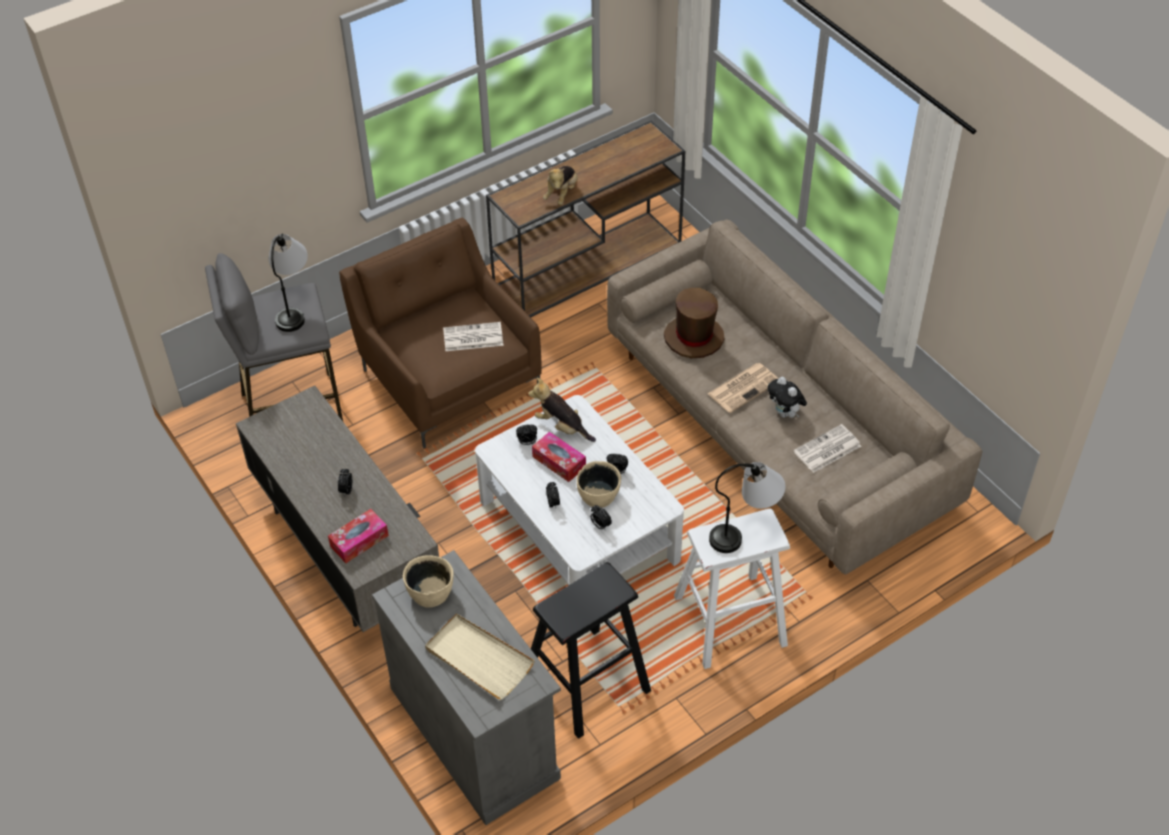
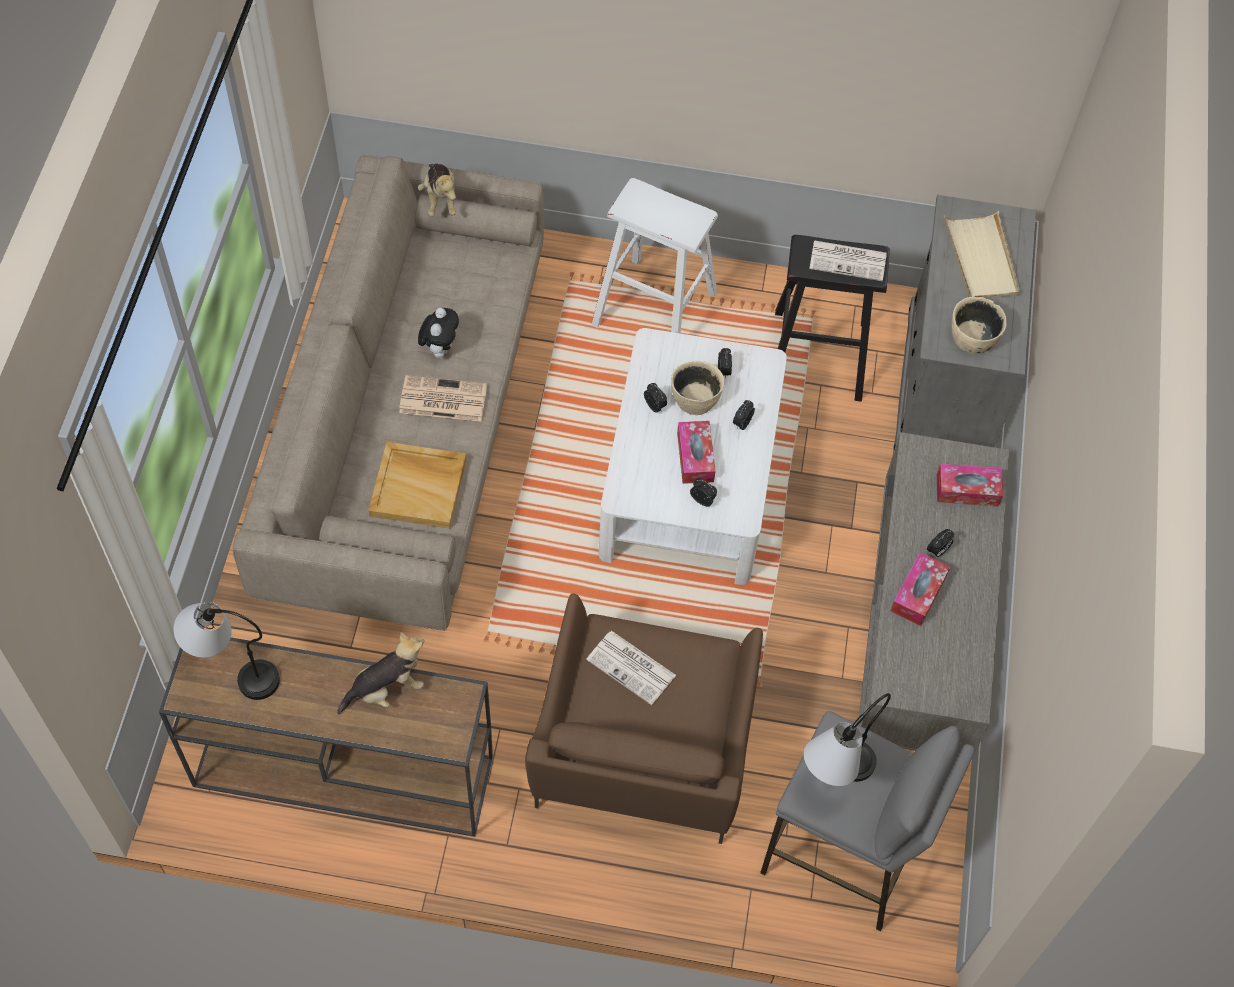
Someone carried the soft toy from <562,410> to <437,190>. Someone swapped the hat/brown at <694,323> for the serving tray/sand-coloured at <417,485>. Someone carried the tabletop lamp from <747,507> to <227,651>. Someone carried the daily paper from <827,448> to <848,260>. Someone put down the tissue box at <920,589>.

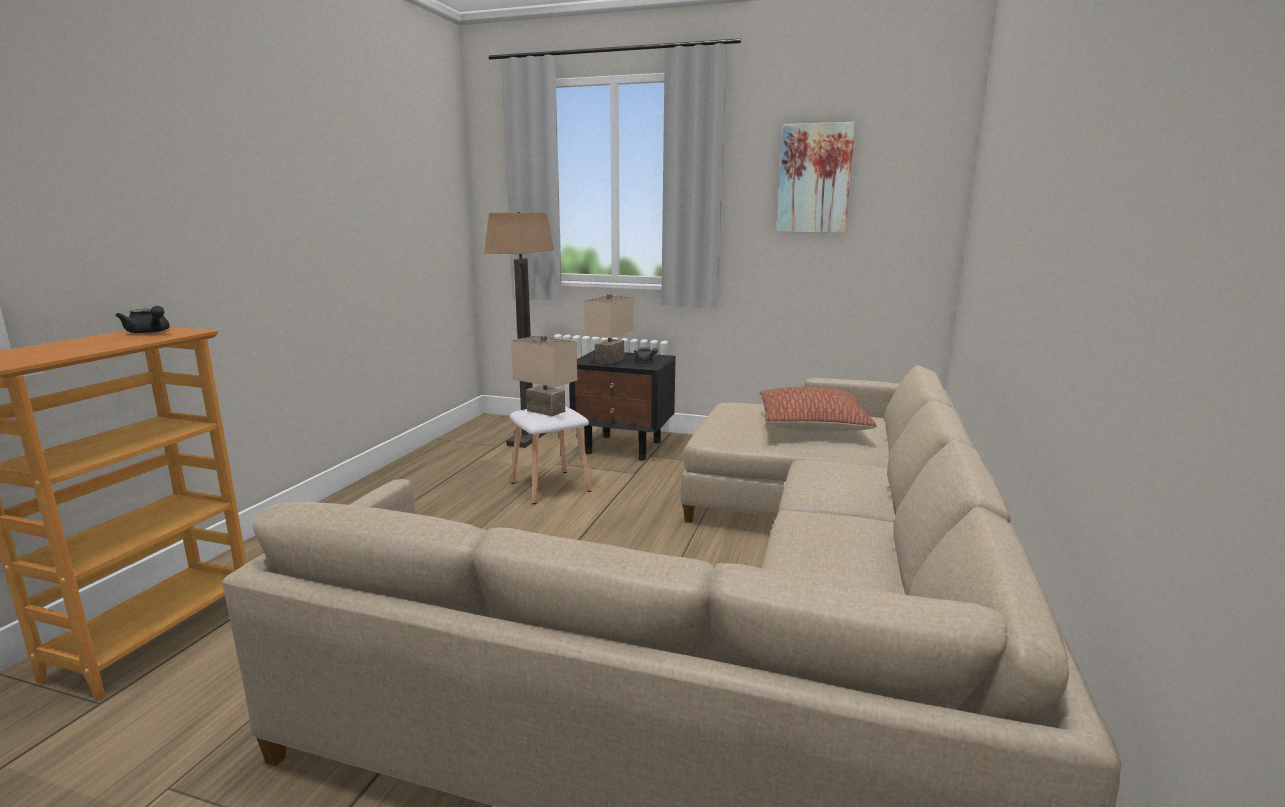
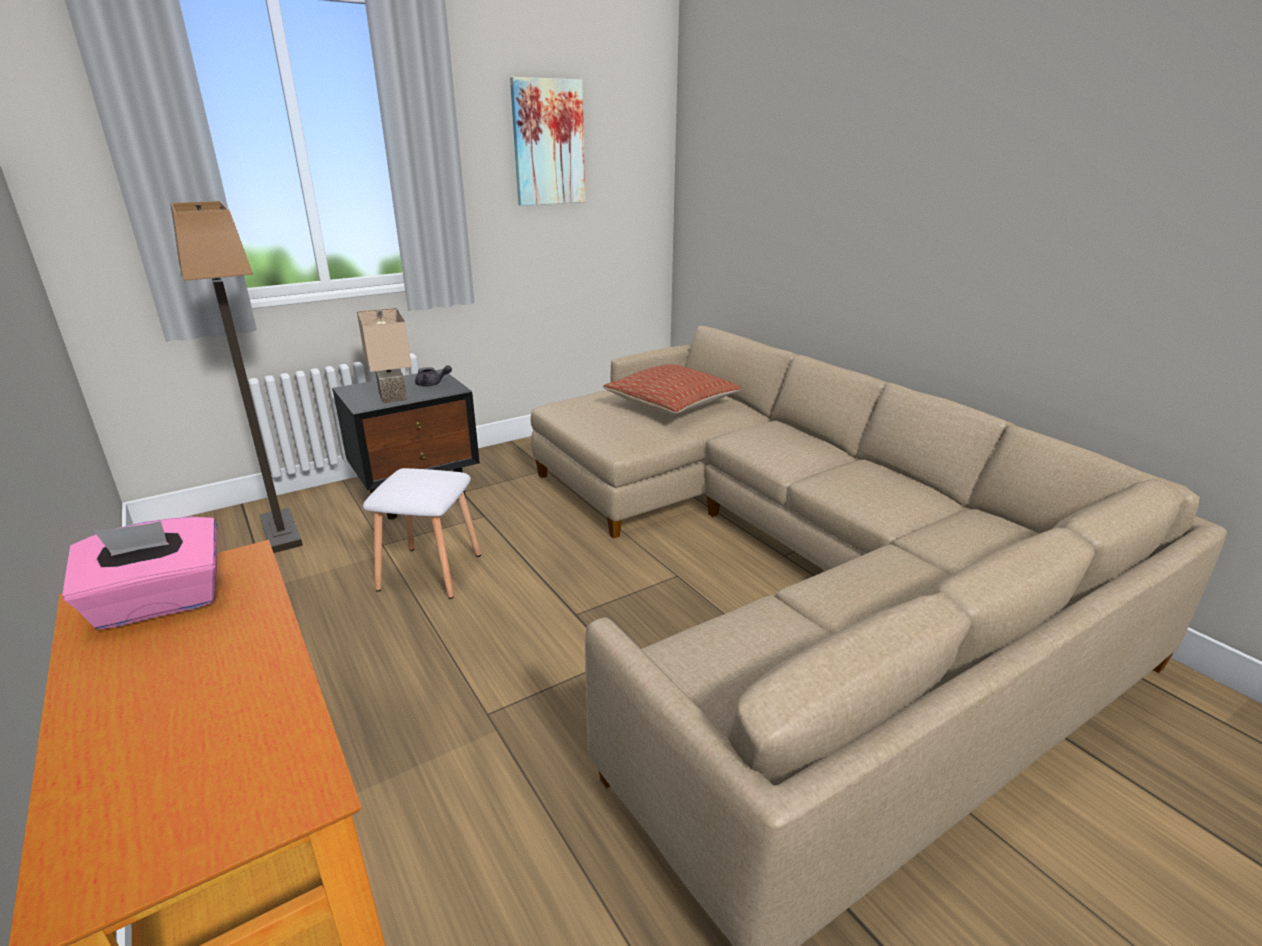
Someone swapped the teapot/black-coloured at <142,320> for the tissue box/pink-coloured at <139,573>. Someone took away the tabletop lamp/sand-coloured at <544,375>.

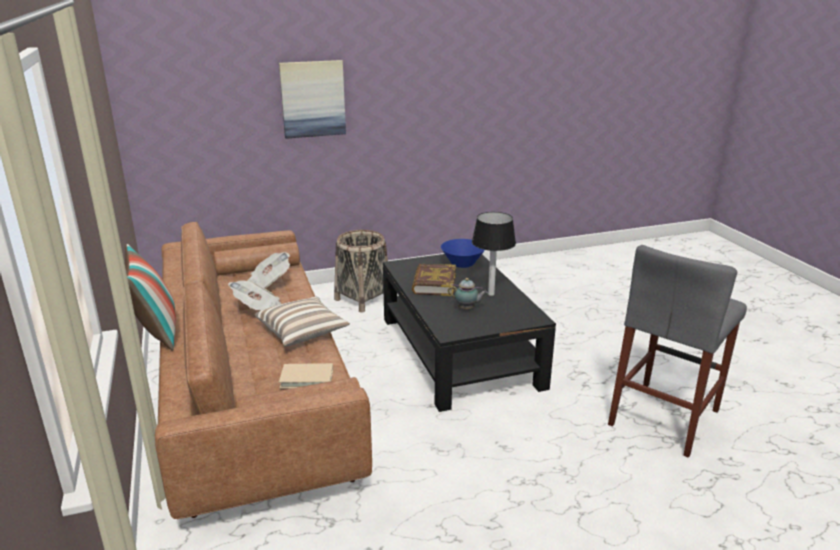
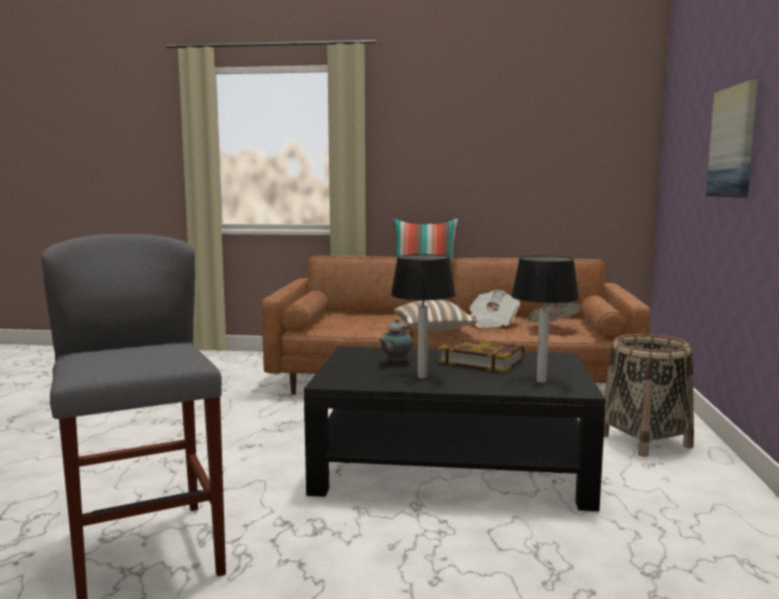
Someone took away the bound book/sand-coloured at <306,376>. Someone swapped the serving bowl/blue-coloured at <463,253> for the tabletop lamp at <545,319>.

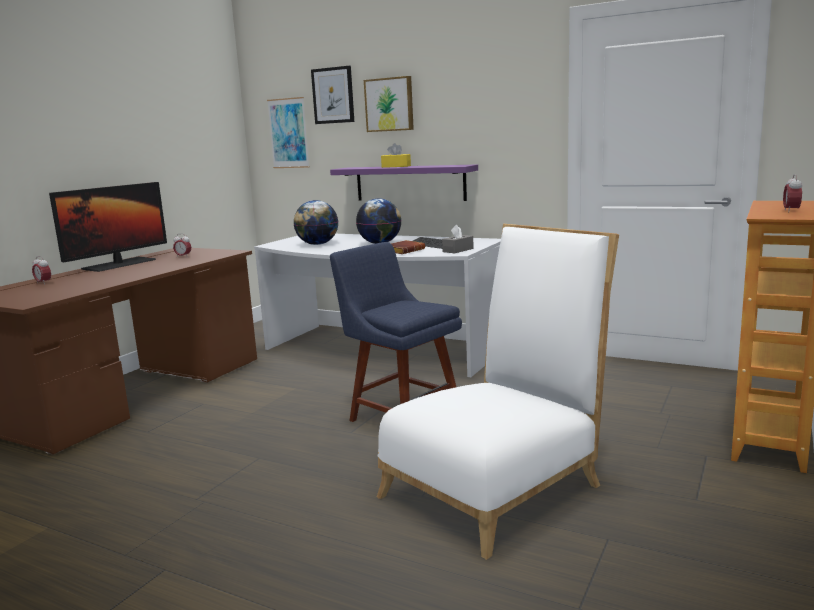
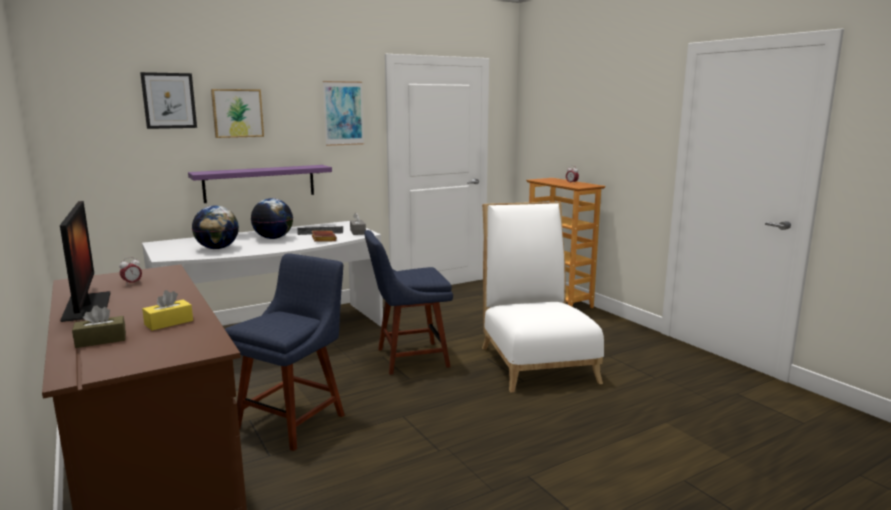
Someone swapped the alarm clock at <41,270> for the tissue box/brown at <99,327>. Someone carried the picture from <288,132> to <343,113>. Someone carried the tissue box/yellow from <396,155> to <167,310>. Someone put down the upright chair/blue-coloured at <285,352>.

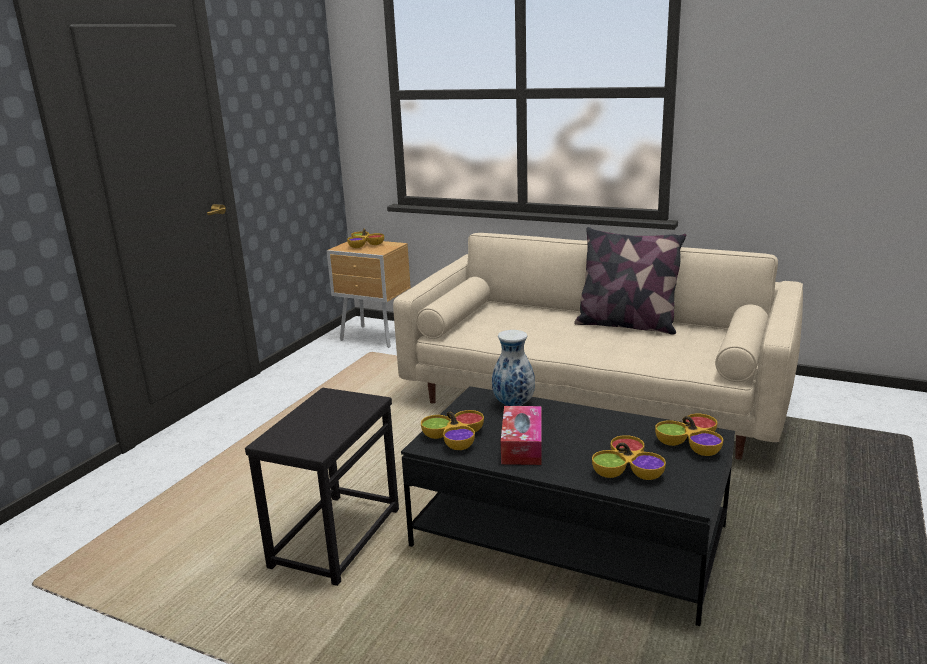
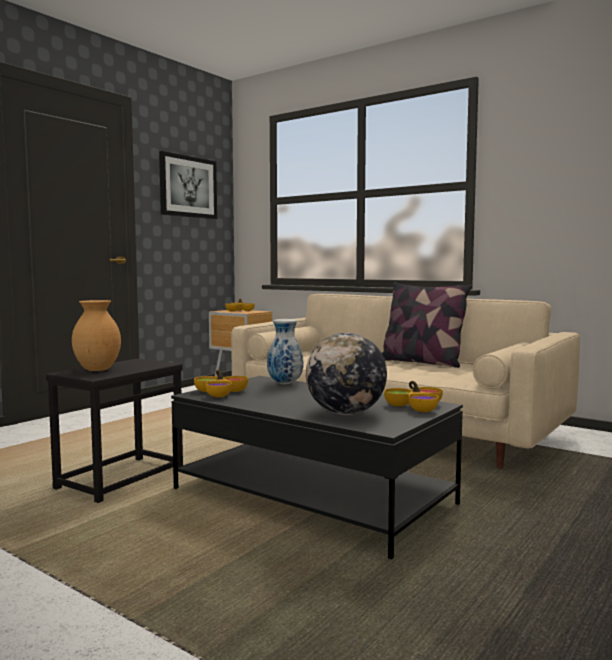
Someone took away the tissue box at <521,435>. Someone swapped the serving bowl at <629,457> for the globe at <346,374>. Someone put down the decorative vase/brown at <96,335>. Someone put up the picture at <188,185>.

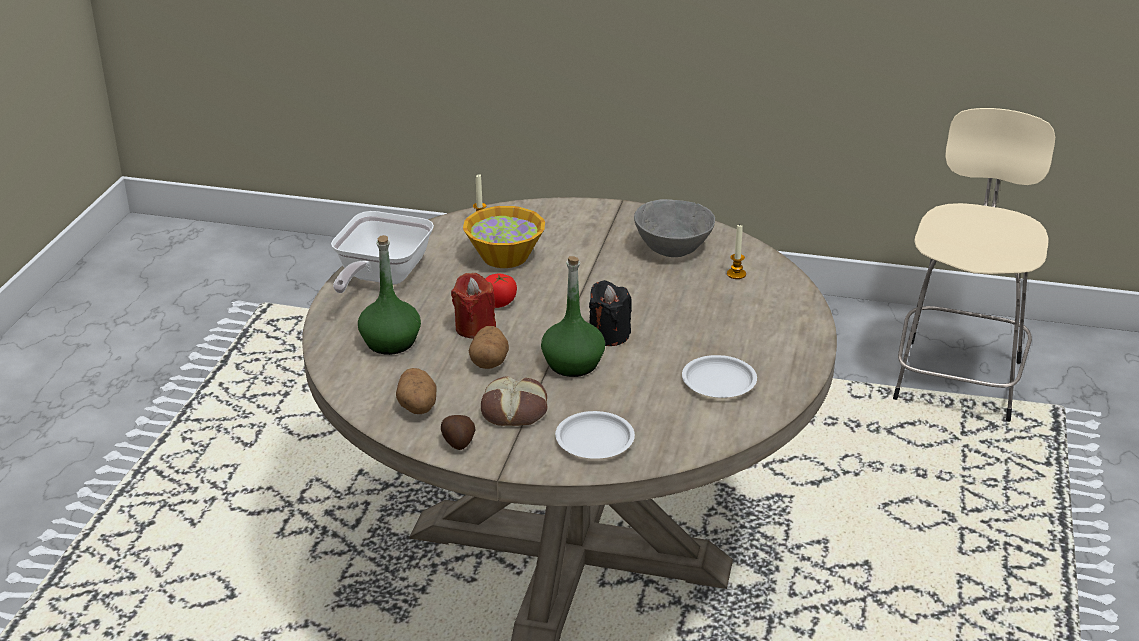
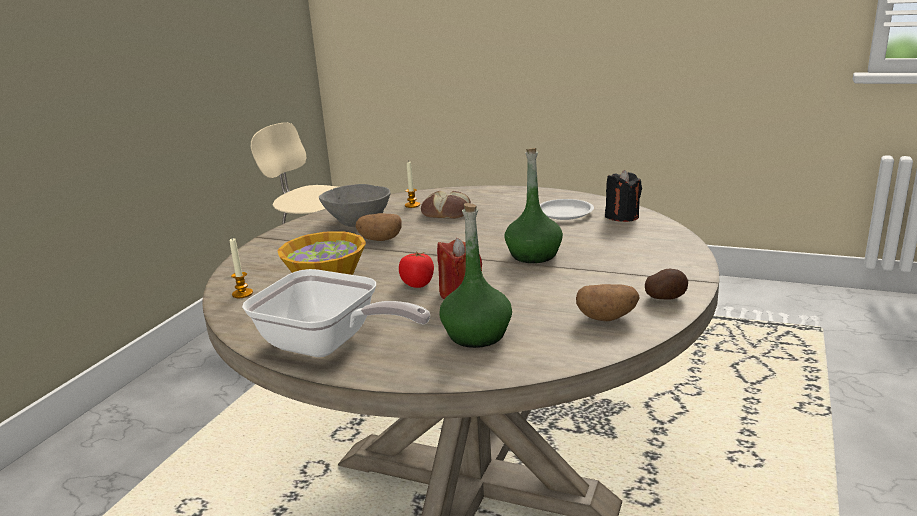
Someone carried the spud from <489,347> to <379,227>. Someone carried the bakery bread from <514,401> to <446,205>. Someone took away the plate/white at <595,435>. Someone carried the wax light/black-coloured from <610,313> to <623,196>.

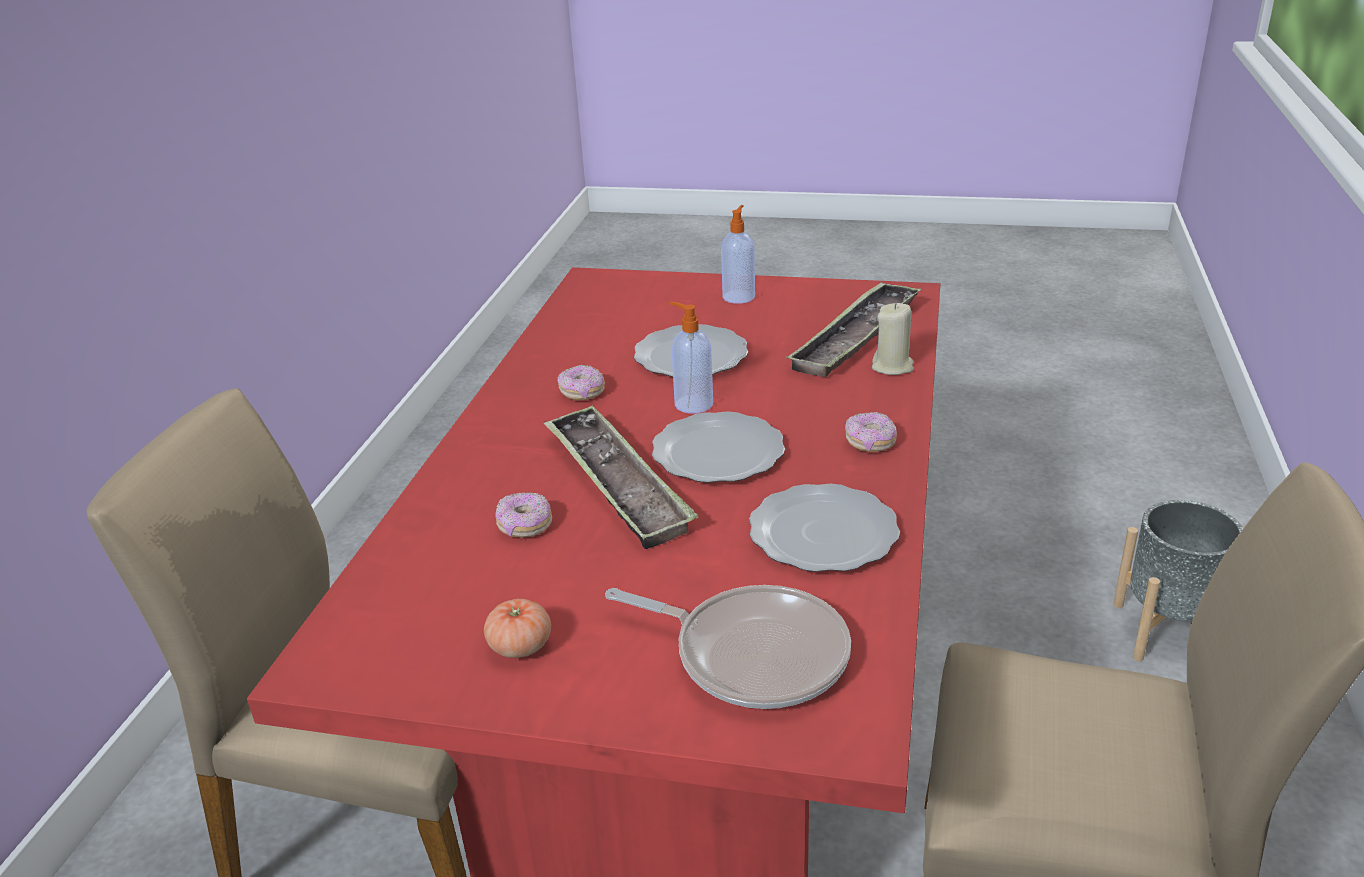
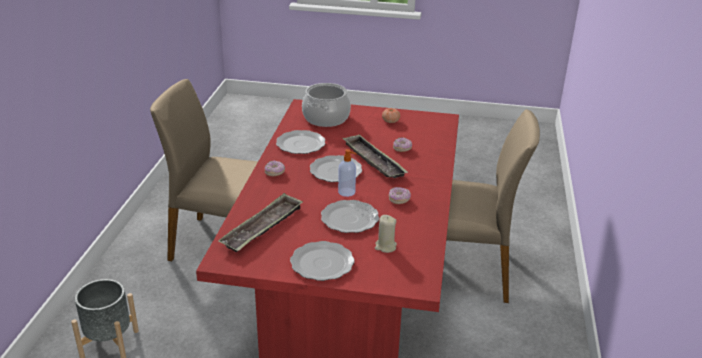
Someone swapped the pan at <728,647> for the saucepot at <326,105>. Someone swapped the soap bottle at <738,254> for the plate at <322,261>. Someone carried the wax light/sand-coloured from <893,339> to <386,234>.

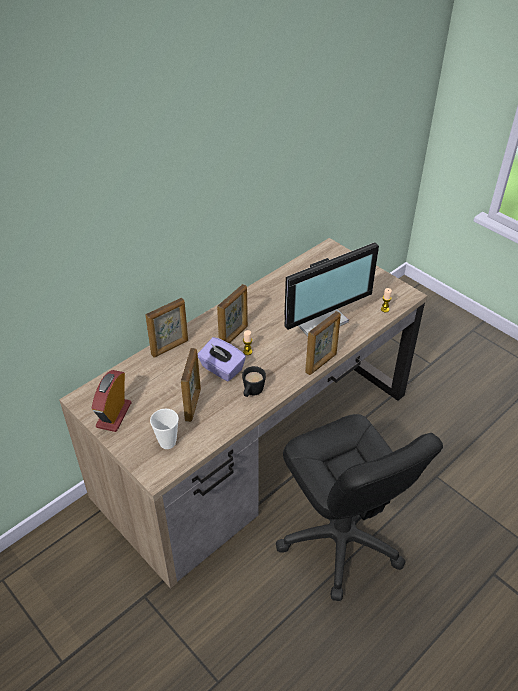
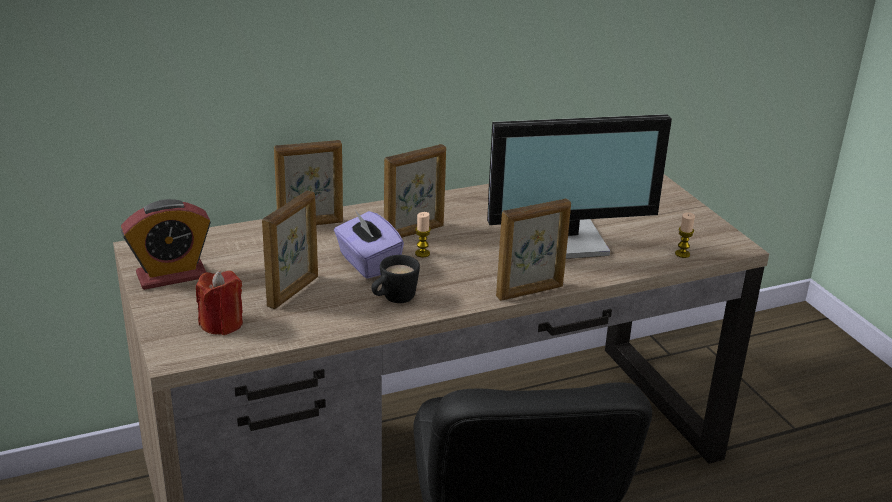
Someone rotated the alarm clock at <111,401> by 150 degrees counterclockwise. Someone swapped the cup at <164,429> for the wax light/red-coloured at <219,303>.

